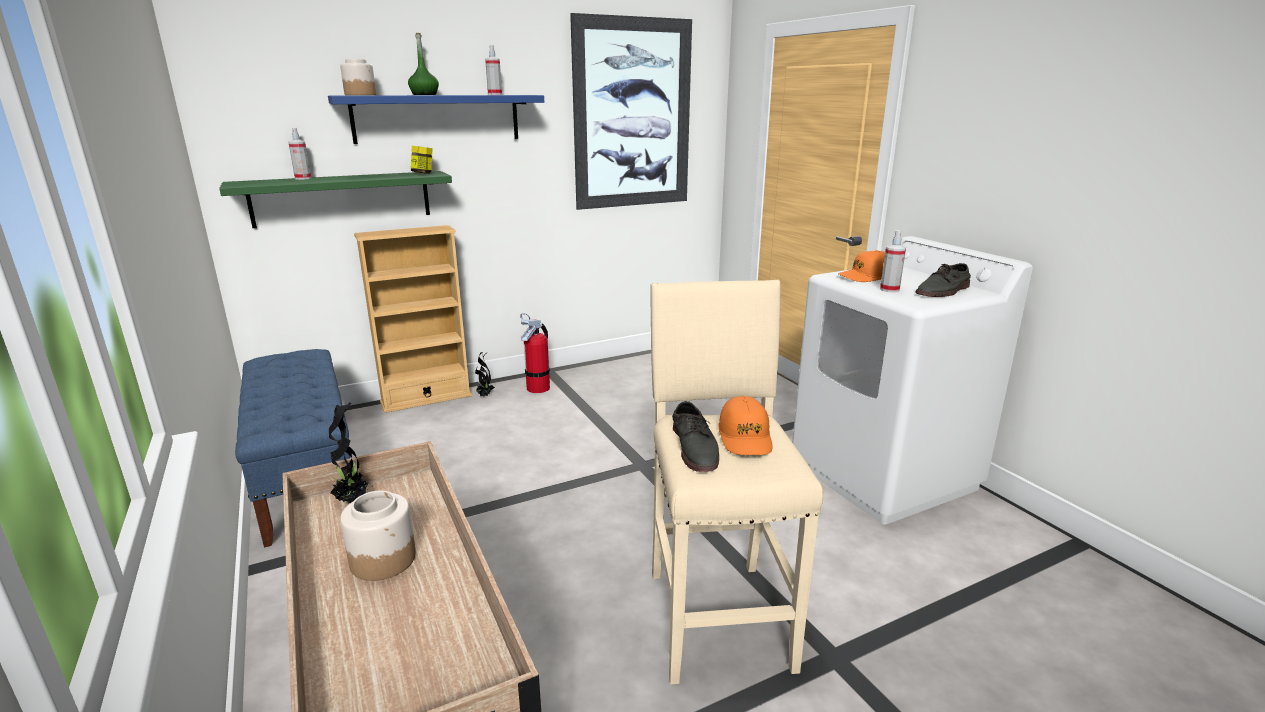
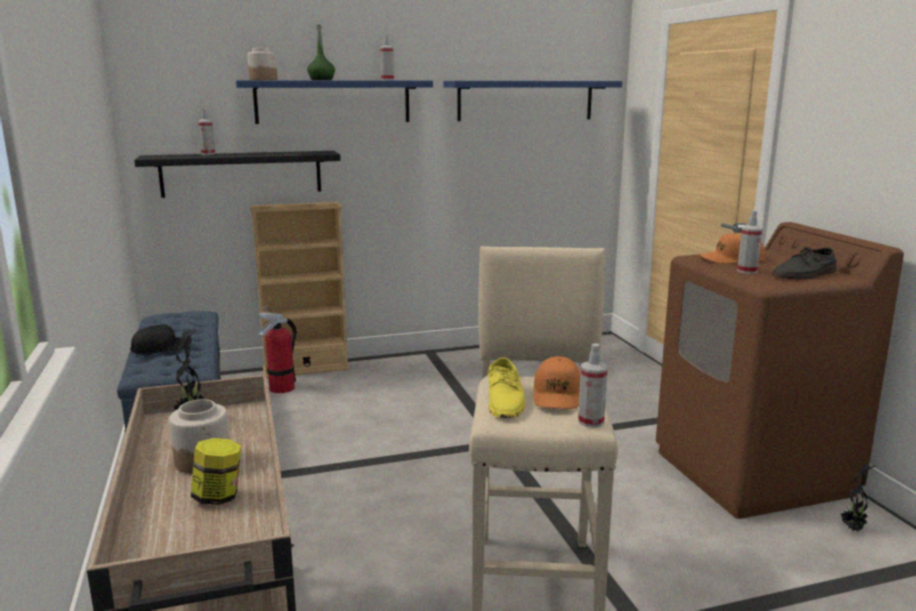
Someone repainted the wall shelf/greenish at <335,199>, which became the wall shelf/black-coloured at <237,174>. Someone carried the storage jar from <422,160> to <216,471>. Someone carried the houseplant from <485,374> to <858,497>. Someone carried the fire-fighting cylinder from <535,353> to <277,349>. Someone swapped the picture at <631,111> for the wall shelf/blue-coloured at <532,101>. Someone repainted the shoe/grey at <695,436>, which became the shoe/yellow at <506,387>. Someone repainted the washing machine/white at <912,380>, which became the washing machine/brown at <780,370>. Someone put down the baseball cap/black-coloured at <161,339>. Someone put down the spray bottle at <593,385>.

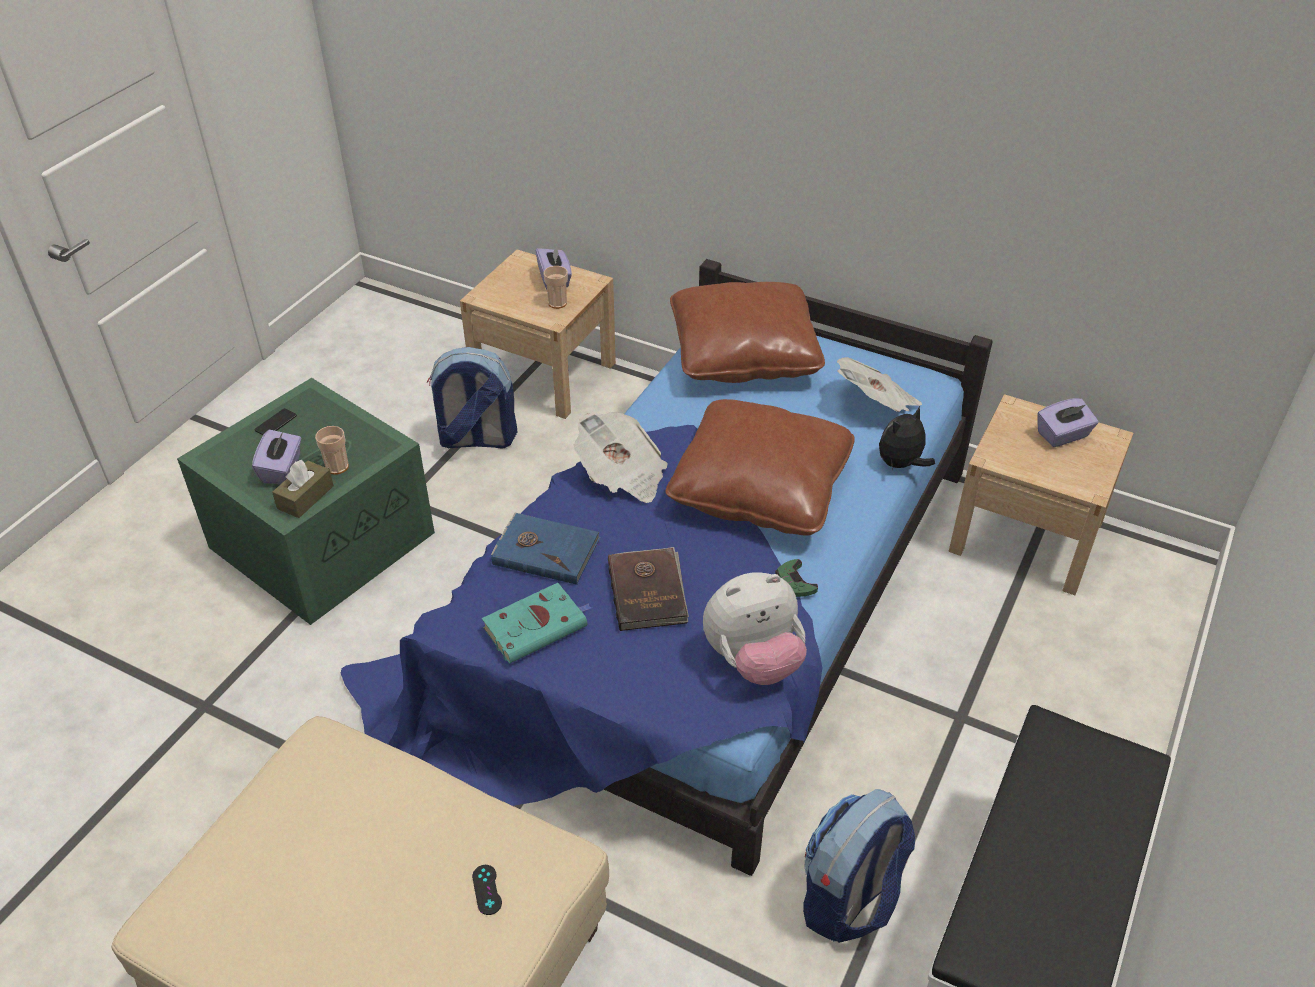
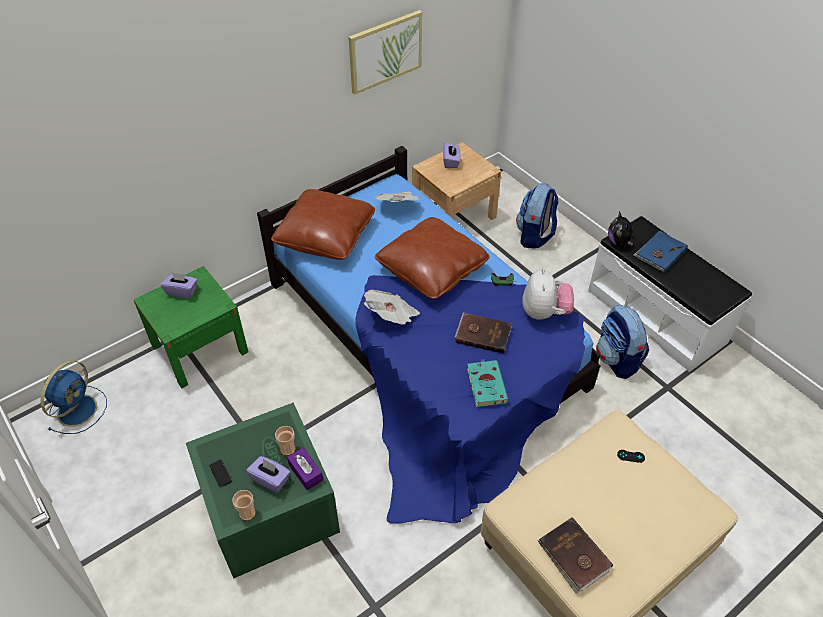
Someone repainted the tissue box/brown at <303,489>, which became the tissue box/purple at <305,468>. Someone carried the knapsack from <472,398> to <537,216>. Someone repainted the night table/sand-coloured at <538,334>, which became the night table/greenish at <191,327>. Someone carried the bound book/blue-coloured from <546,548> to <660,252>. Someone carried the cup from <555,287> to <244,505>. Someone carried the soft toy from <907,438> to <621,228>. Someone put down the electric fan/blue-coloured at <73,397>. Someone put up the picture at <385,52>. Someone put down the bound book/brown at <575,555>.

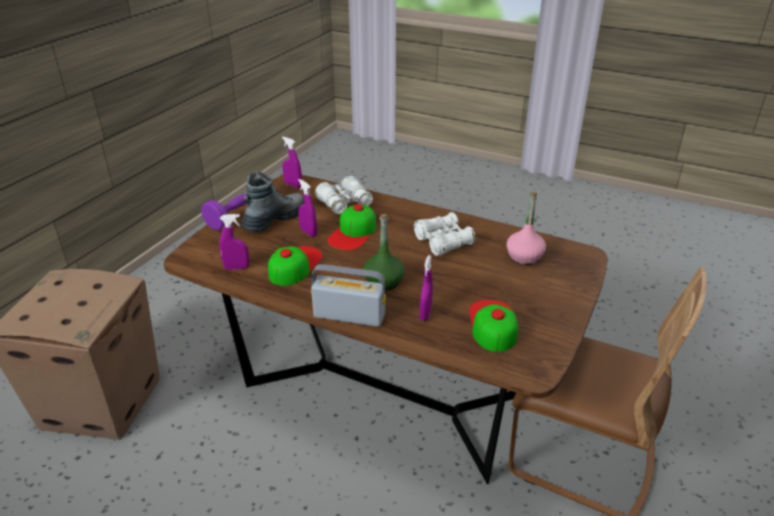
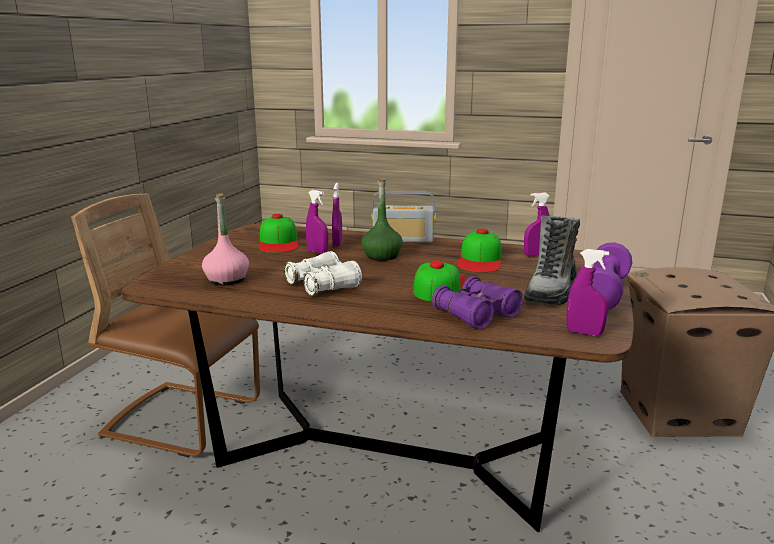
Someone carried the spray bottle/purple from <307,208> to <317,222>. Someone repainted the pair of binoculars/white at <344,195>, which became the pair of binoculars/purple at <477,302>.

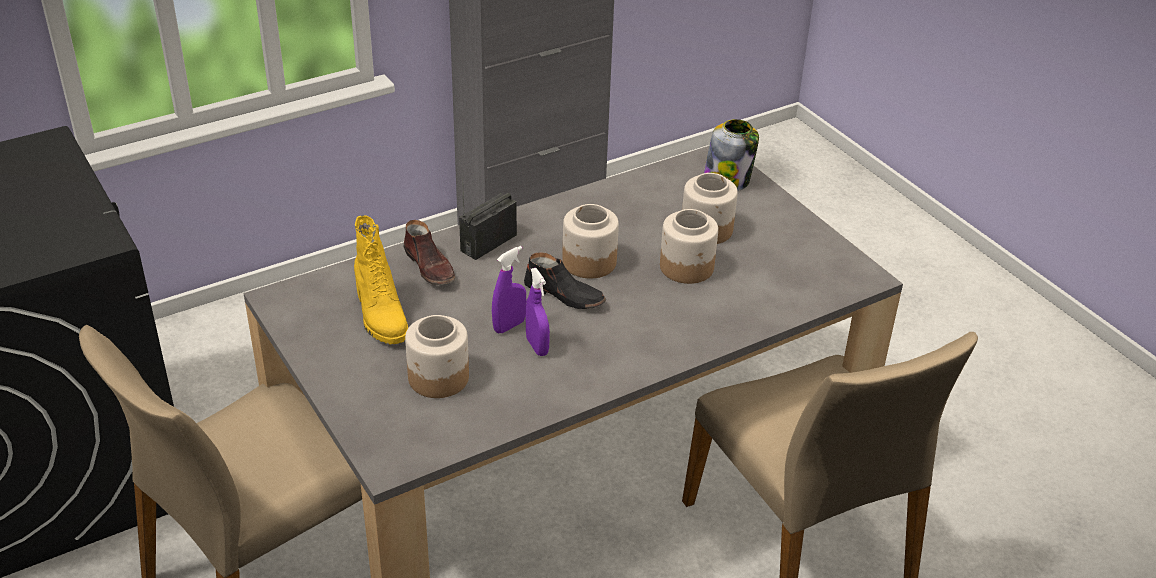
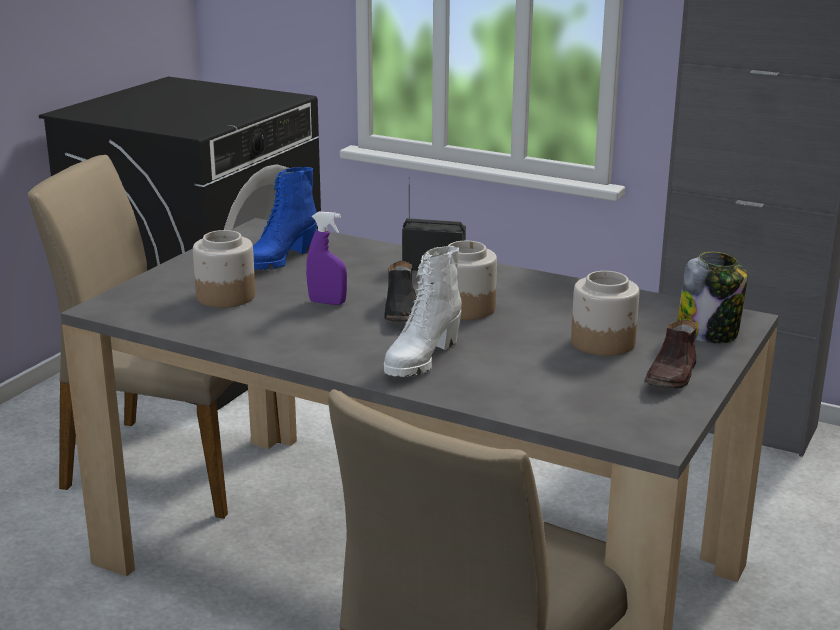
Someone repainted the high-top boot/yellow at <381,280>, which became the high-top boot/blue-coloured at <285,218>. Someone carried the shoe/brown from <430,252> to <670,354>. Someone took away the spray bottle/purple at <538,312>. Someone took away the storage jar at <689,246>. Someone put down the high-top boot/white at <423,311>.

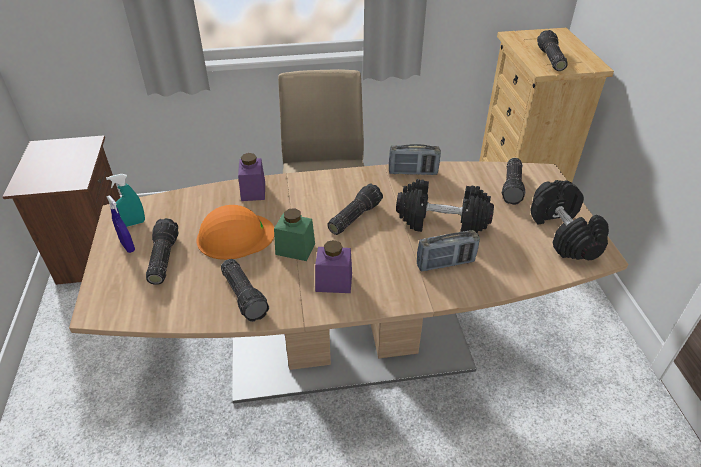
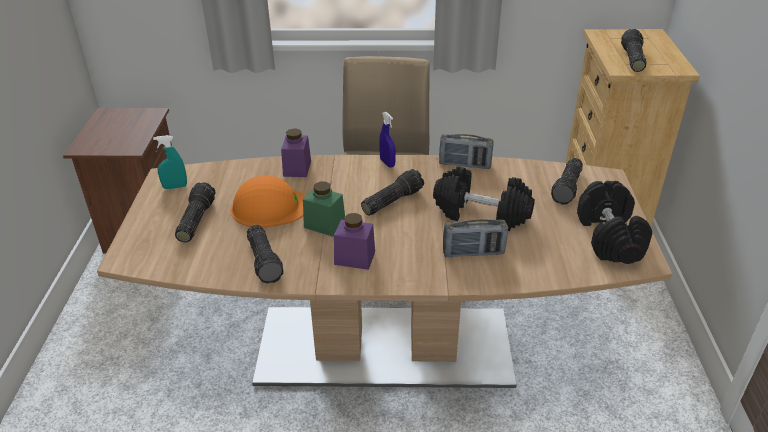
Someone carried the spray bottle/blue-coloured from <120,224> to <387,140>.

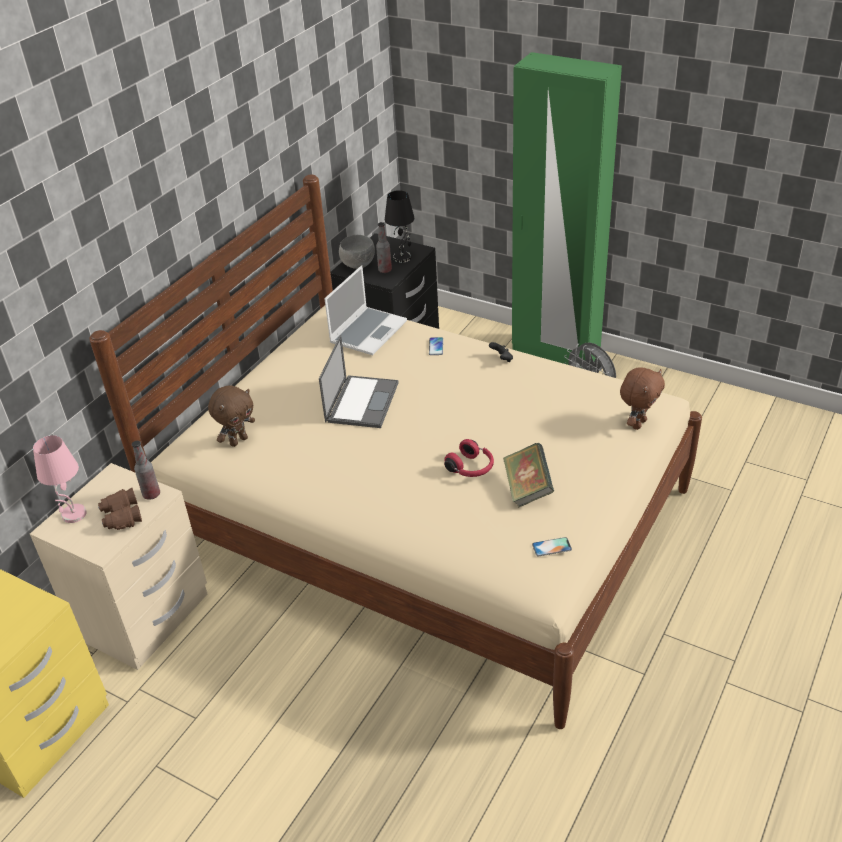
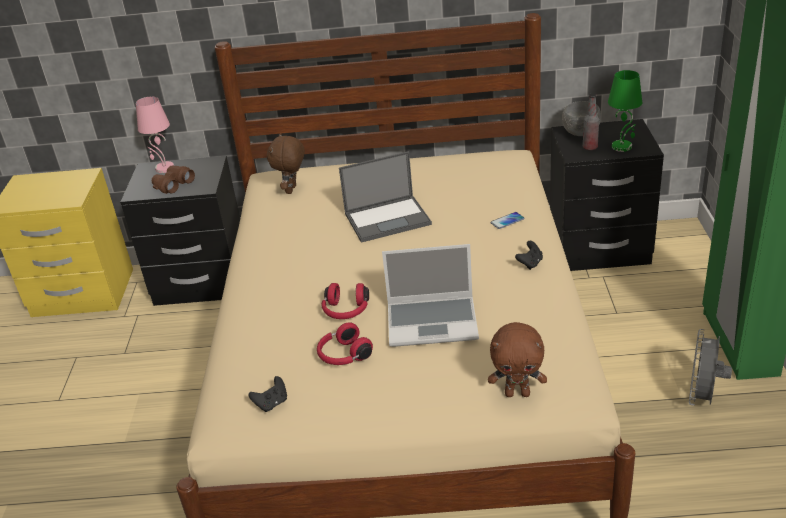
Someone repainted the night table/sand-coloured at <118,566>, which became the night table/black-coloured at <180,231>. Someone took away the bottle at <146,470>. Someone rotated the soft toy/brown at <231,416> by 90 degrees clockwise. Someone carried the laptop from <365,310> to <430,295>. Someone repainted the tabletop lamp/black-coloured at <400,226>, which became the tabletop lamp/greenish at <625,111>. Someone swapped the bound book at <528,475> for the pair of headphones/red-coloured at <345,343>. Someone swapped the phone at <552,546> for the joypad/black-coloured at <267,394>.

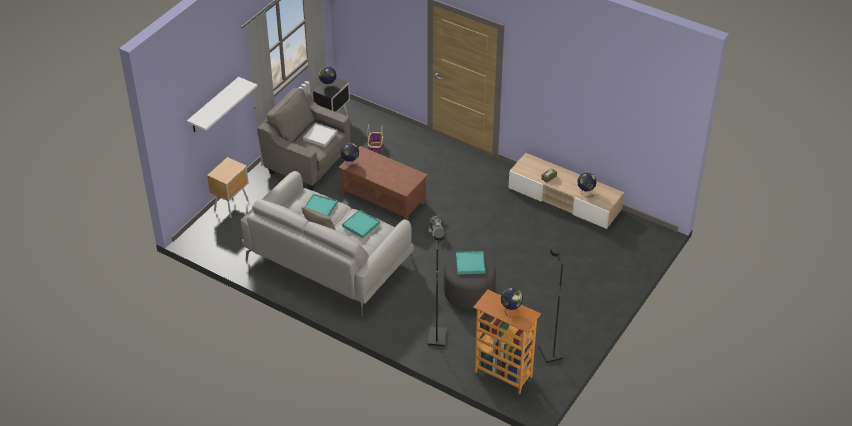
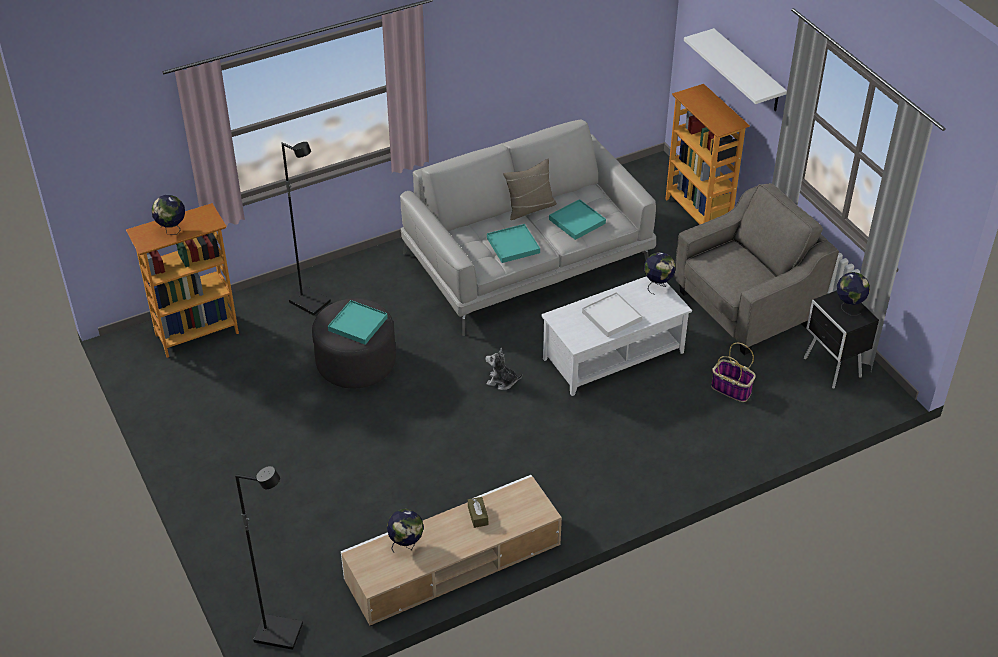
Someone swapped the night table/brown at <228,187> for the bookcase at <707,154>. Someone carried the serving tray/white from <320,135> to <612,314>. Someone repainted the coffee table/brown at <383,183>, which became the coffee table/white at <616,336>. Someone carried the standing lamp/black-coloured from <550,303> to <269,558>.

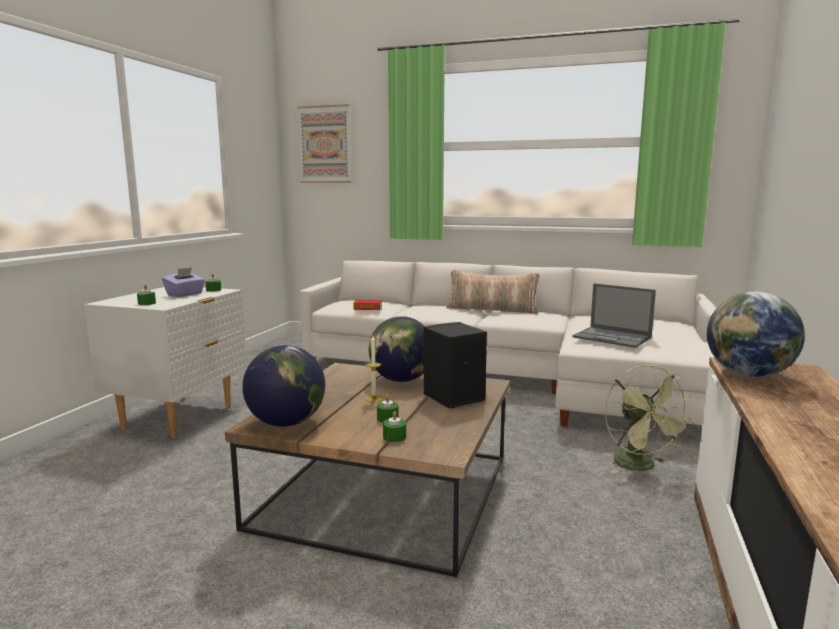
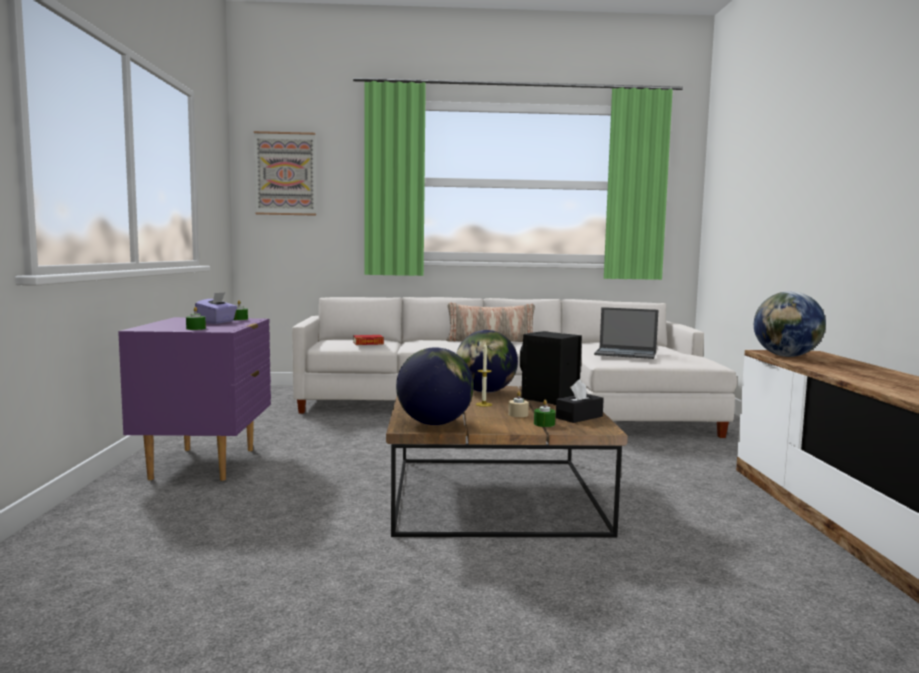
Someone repainted the night table/white at <165,362>, which became the night table/purple at <194,399>. Someone repainted the wax light/greenish at <388,408>, which became the wax light/sand-coloured at <518,404>. Someone took away the electric fan/greenish at <649,418>. Someone put down the tissue box/black-coloured at <580,401>.

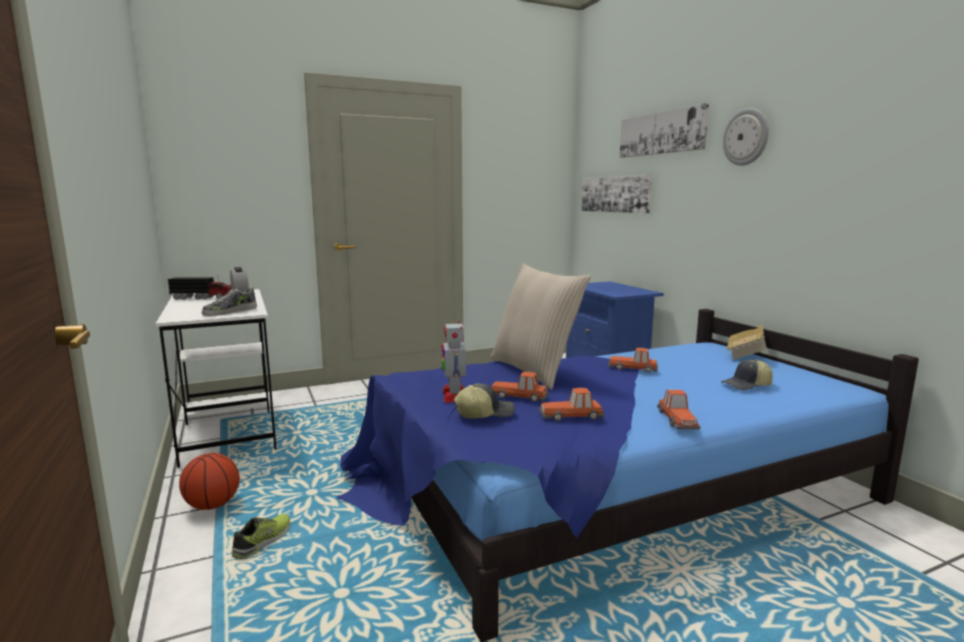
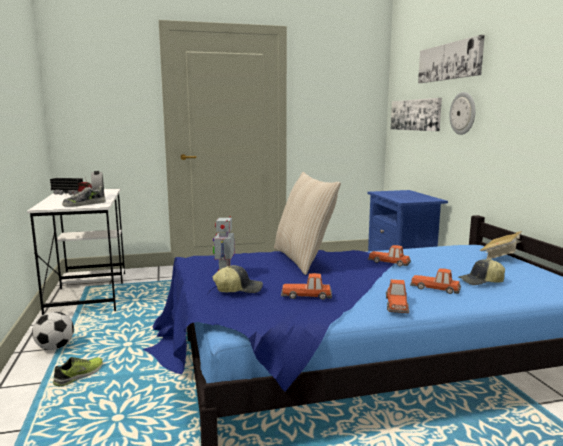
Someone swapped the ball for basketball at <209,481> for the football at <53,331>. Someone carried the model car from <519,387> to <435,281>. Someone carried the hanging clock from <746,137> to <462,113>.

